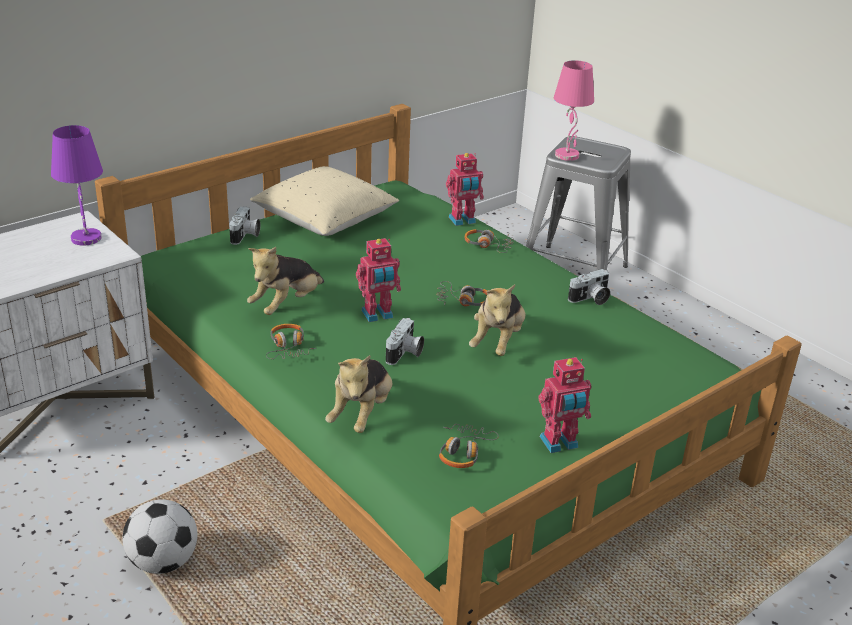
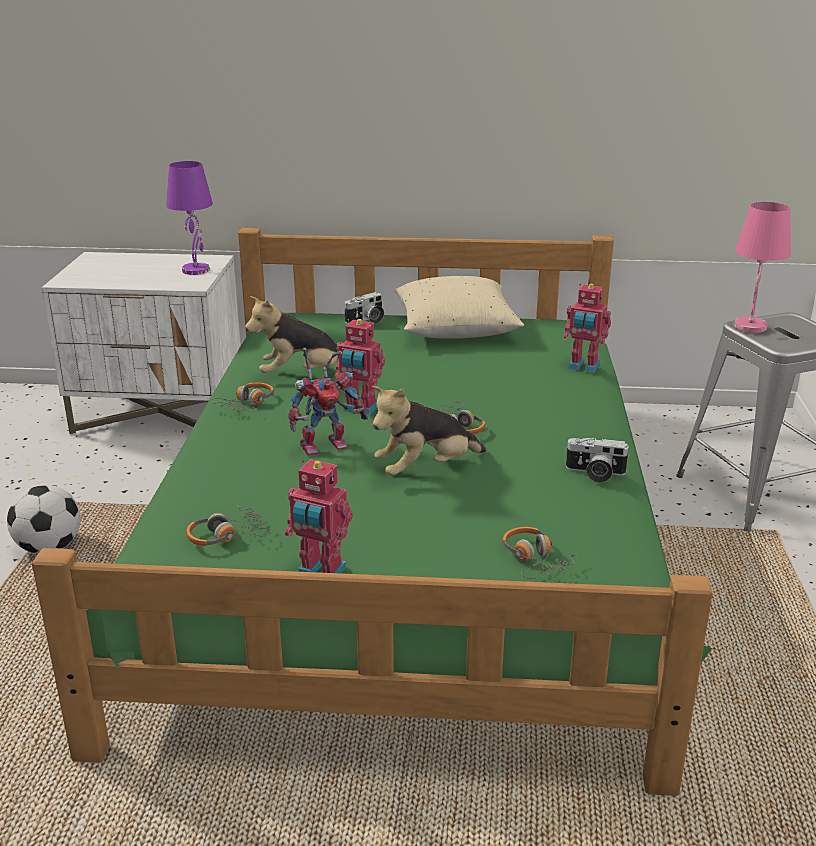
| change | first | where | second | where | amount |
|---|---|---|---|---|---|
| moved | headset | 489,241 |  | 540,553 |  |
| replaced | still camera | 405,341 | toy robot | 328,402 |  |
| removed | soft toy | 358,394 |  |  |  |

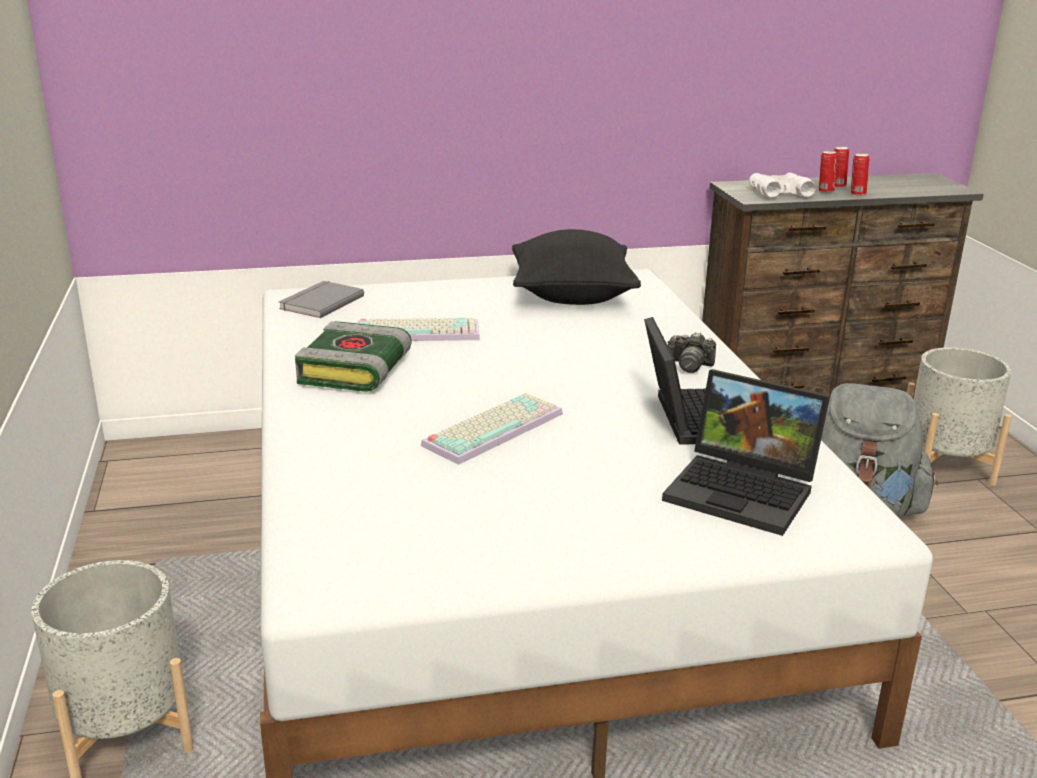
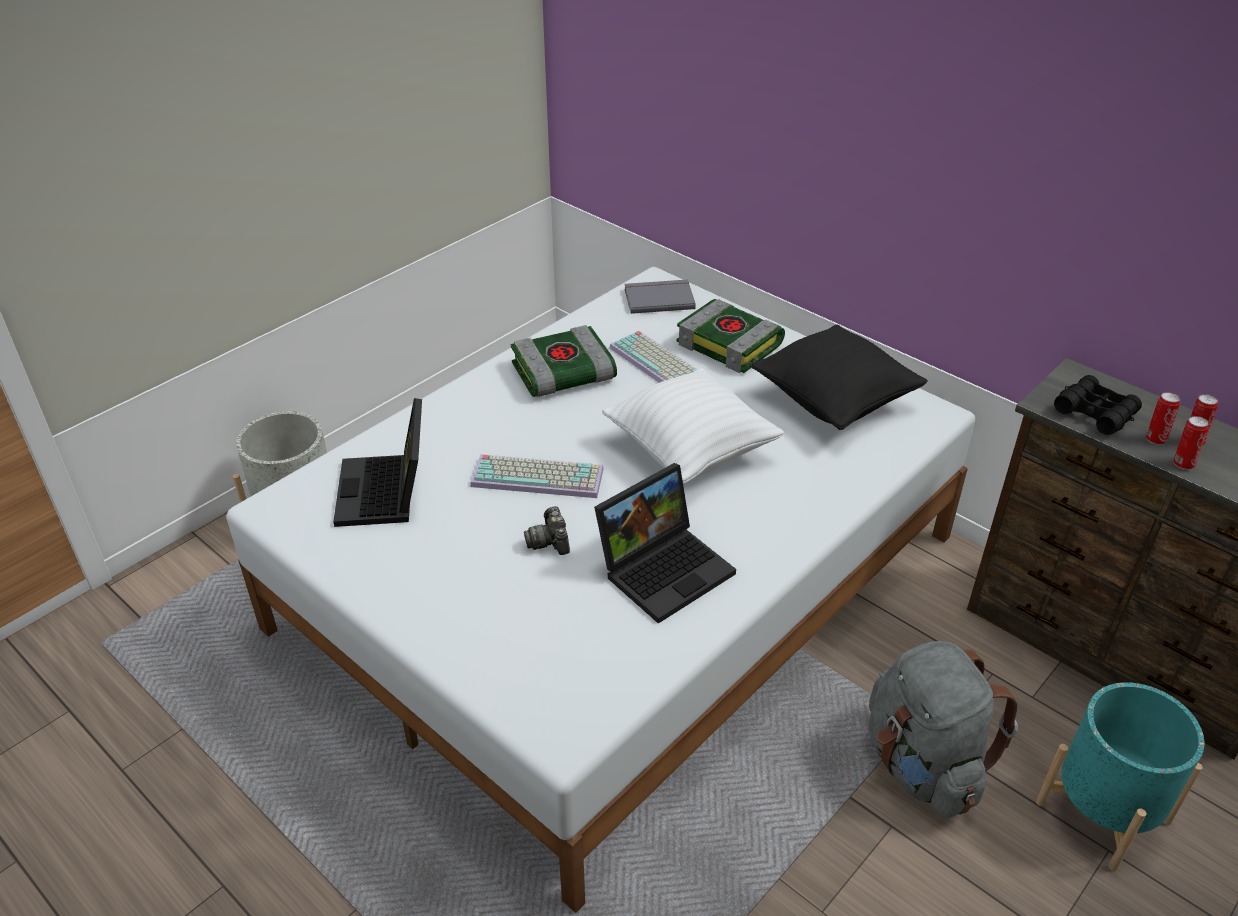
| change | first | where | second | where | amount |
|---|---|---|---|---|---|
| recoloured | field glasses/white-coloured | 782,185 | field glasses/blackish | 1098,405 |  |
| moved | still camera | 691,352 |  | 547,530 |  |
| recoloured | flower pot/grey | 959,416 | flower pot/turquoise | 1120,776 |  |
| moved | laptop | 746,452 |  | 377,462 |  |
| added |  |  | volume | 731,336 |  |
| added |  |  | throw pillow/white-coloured | 693,426 |  |

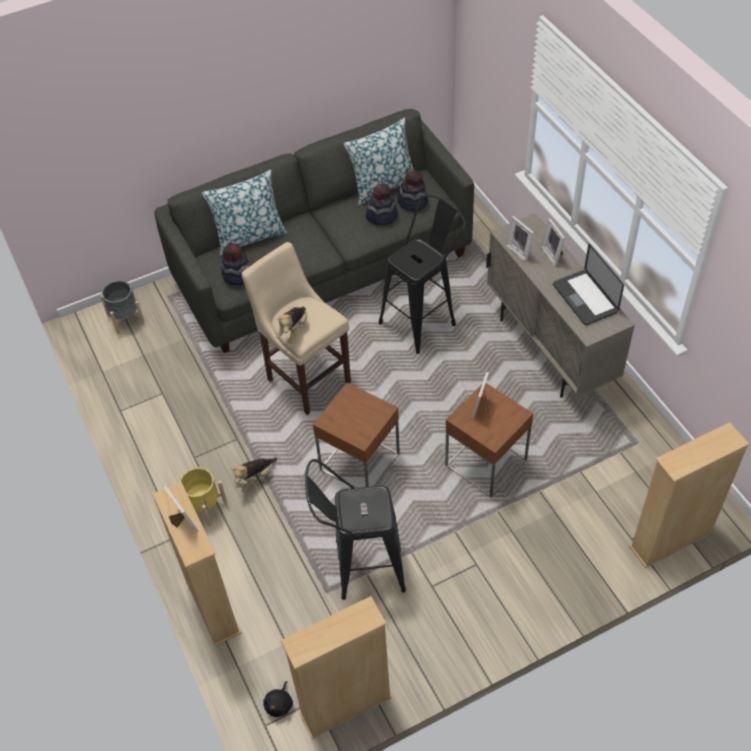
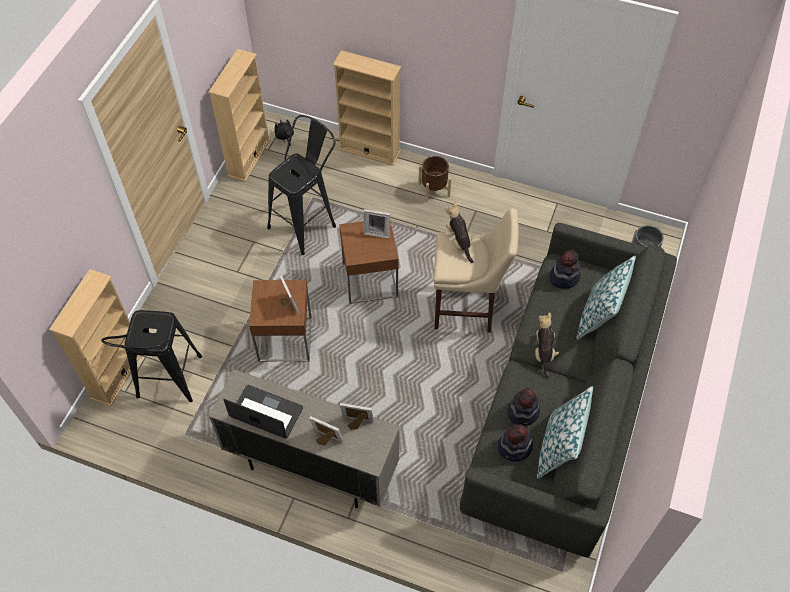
| change | first | where | second | where | amount |
|---|---|---|---|---|---|
| moved | sitting stool/blackish | 422,274 |  | 151,356 |  |
| moved | soft toy | 254,474 |  | 547,345 |  |
| recoloured | flower pot/yellow | 203,497 | flower pot/brown-coloured | 435,179 |  |
| moved | photo frame | 180,509 |  | 377,223 |  |

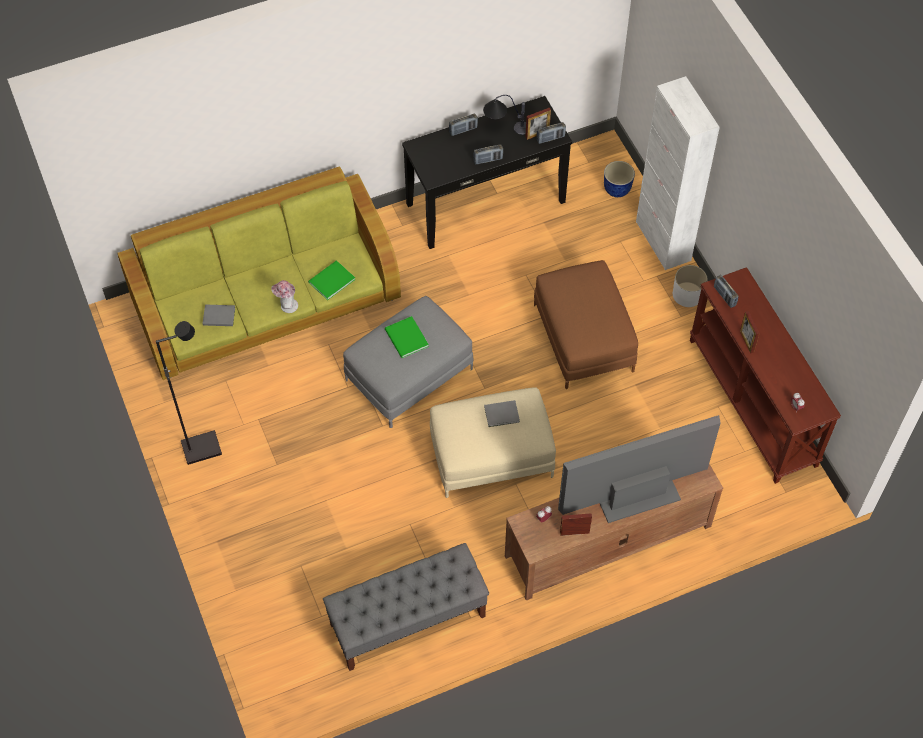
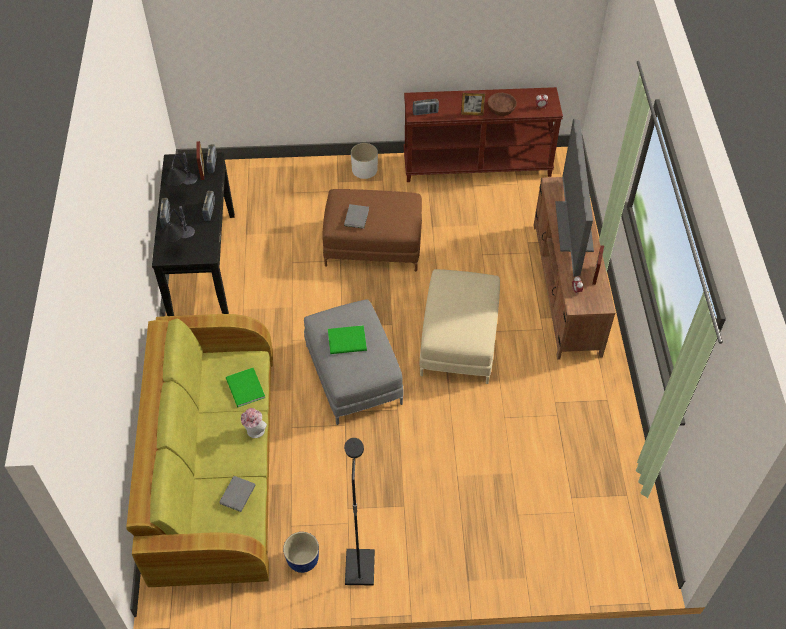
| change | first | where | second | where | amount |
|---|---|---|---|---|---|
| removed | storage cabinet/white-coloured | 678,173 |  |  |  |
| moved | flower pot | 619,179 |  | 301,552 |  |
| moved | volume/grey | 502,413 |  | 356,216 |  |
| removed | indoor bench/grey | 406,607 |  |  |  |
| added |  |  | deep dish/brown-coloured | 502,104 |  |
| added |  |  | lamp for a table | 177,224 |  |

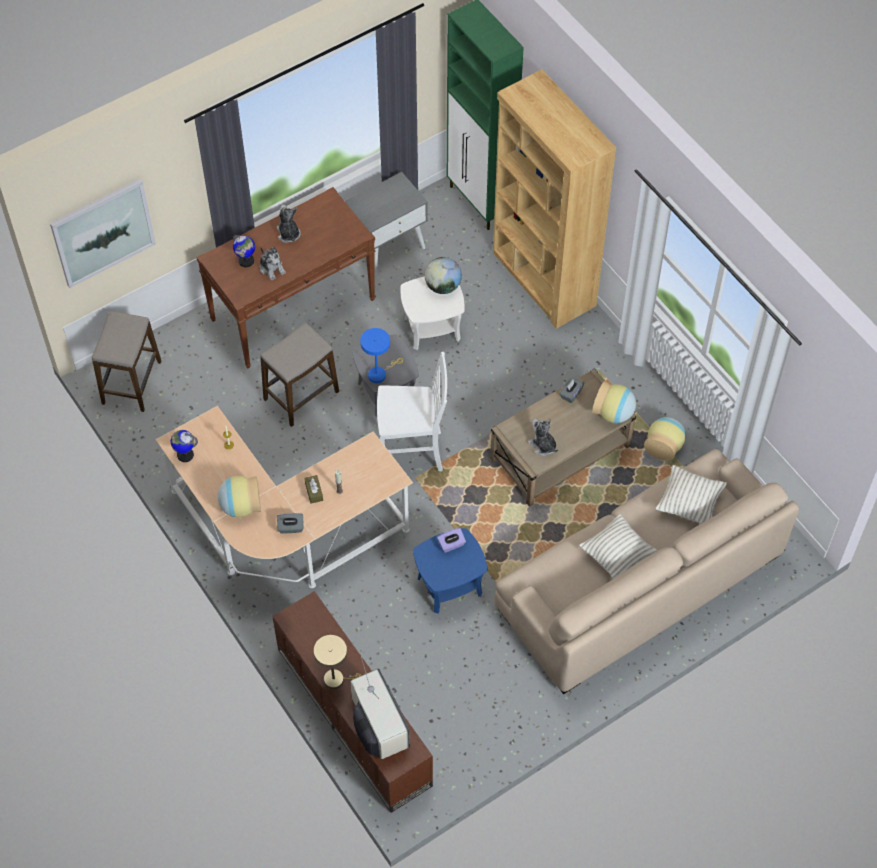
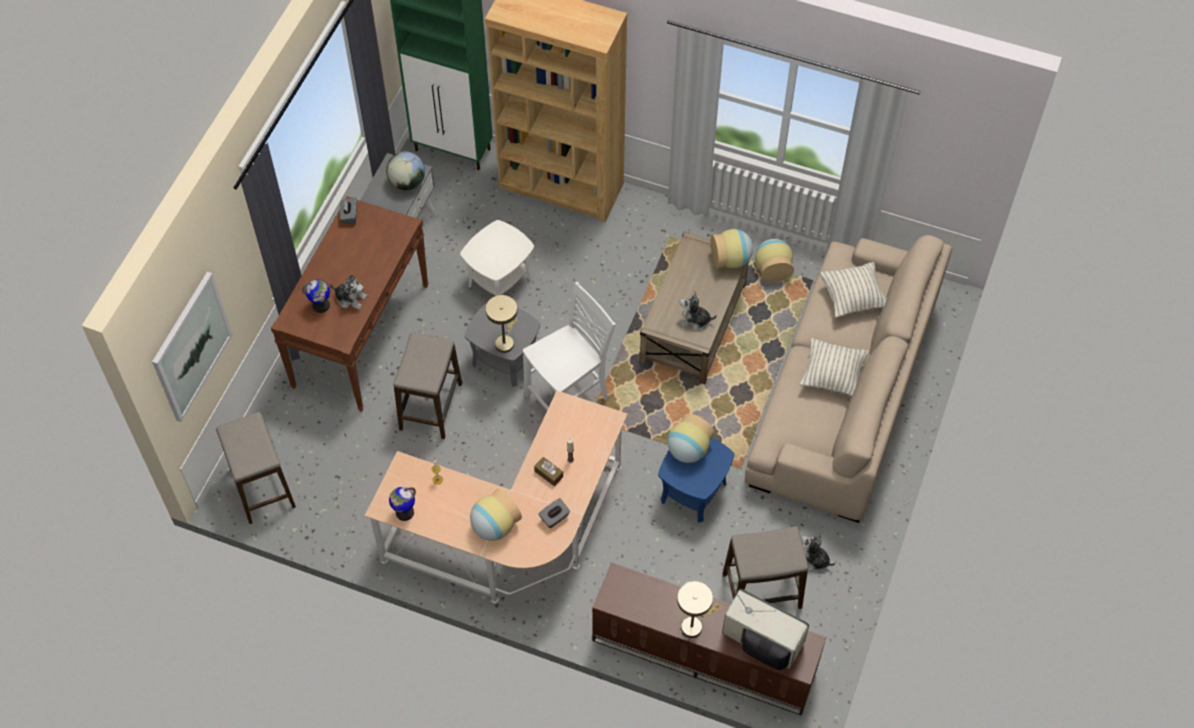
| change | first | where | second | where | amount |
|---|---|---|---|---|---|
| moved | soft toy | 289,224 |  | 818,552 |  |
| moved | world globe | 443,275 |  | 405,170 |  |
| recoloured | lamp for a table/blue | 381,355 | lamp for a table/beige-coloured | 501,324 |  |
| moved | box of tissues/grey | 572,390 |  | 348,211 |  |
| replaced | box of tissues/purplish | 451,540 | flower vase | 691,438 |  |
| added |  |  | sitting stool | 765,567 |  |

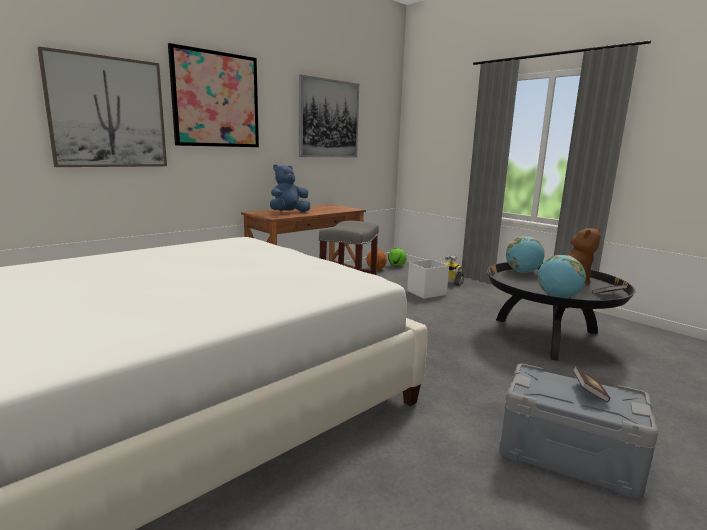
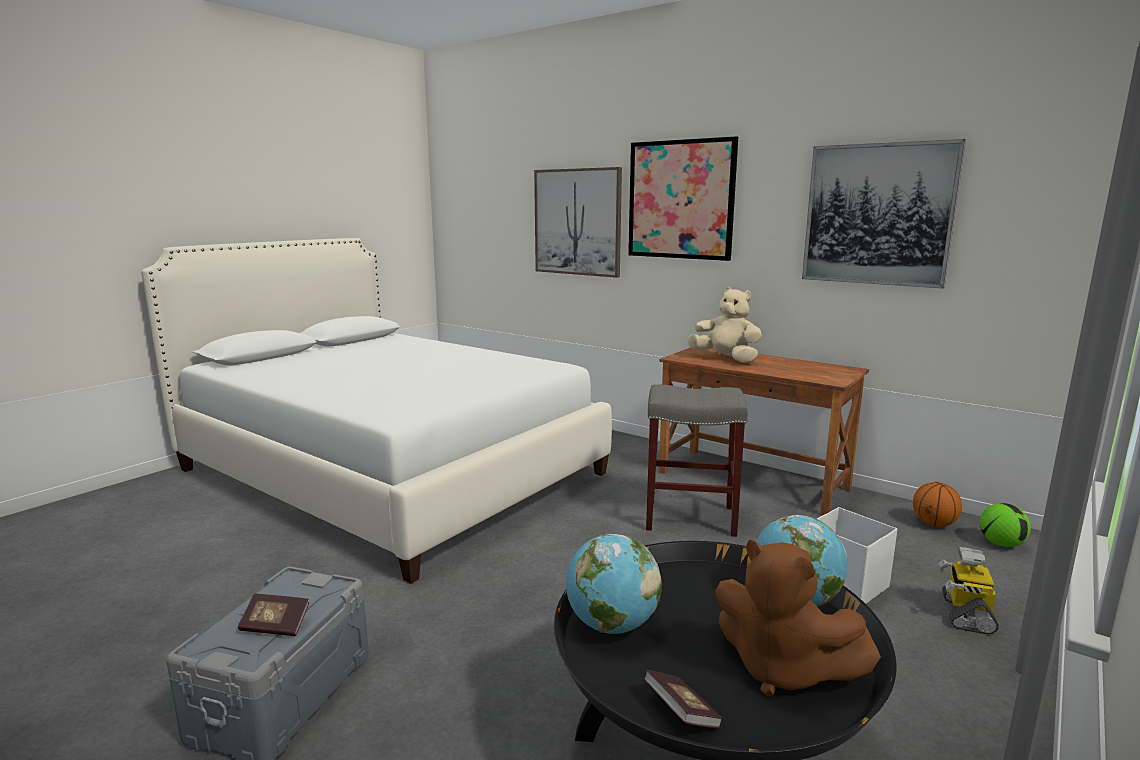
| change | first | where | second | where | amount |
|---|---|---|---|---|---|
| recoloured | soft toy/blue | 290,188 | soft toy/beige-coloured | 724,325 |  |

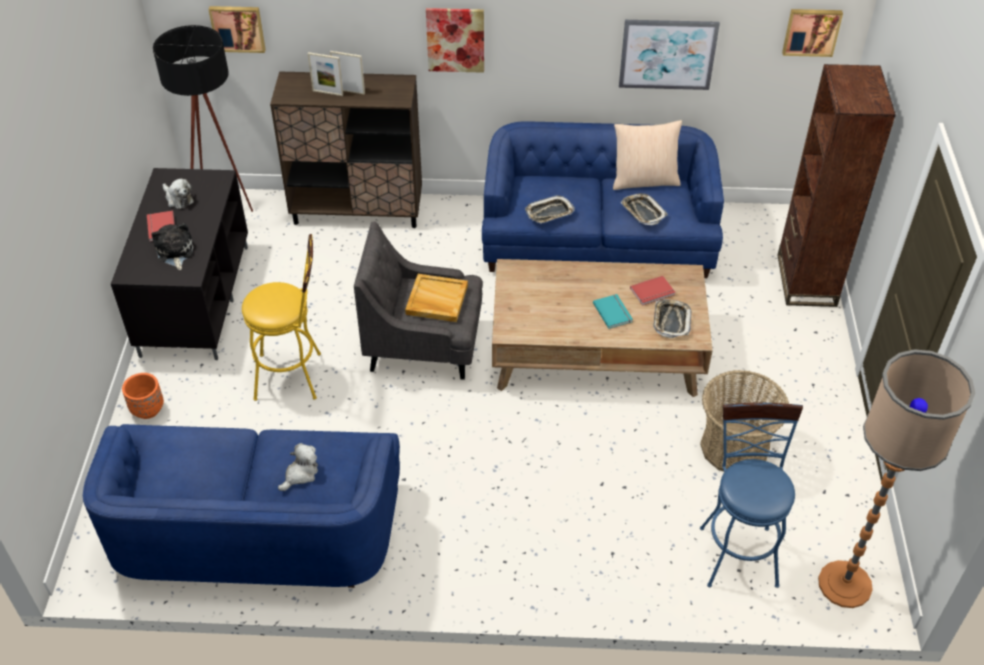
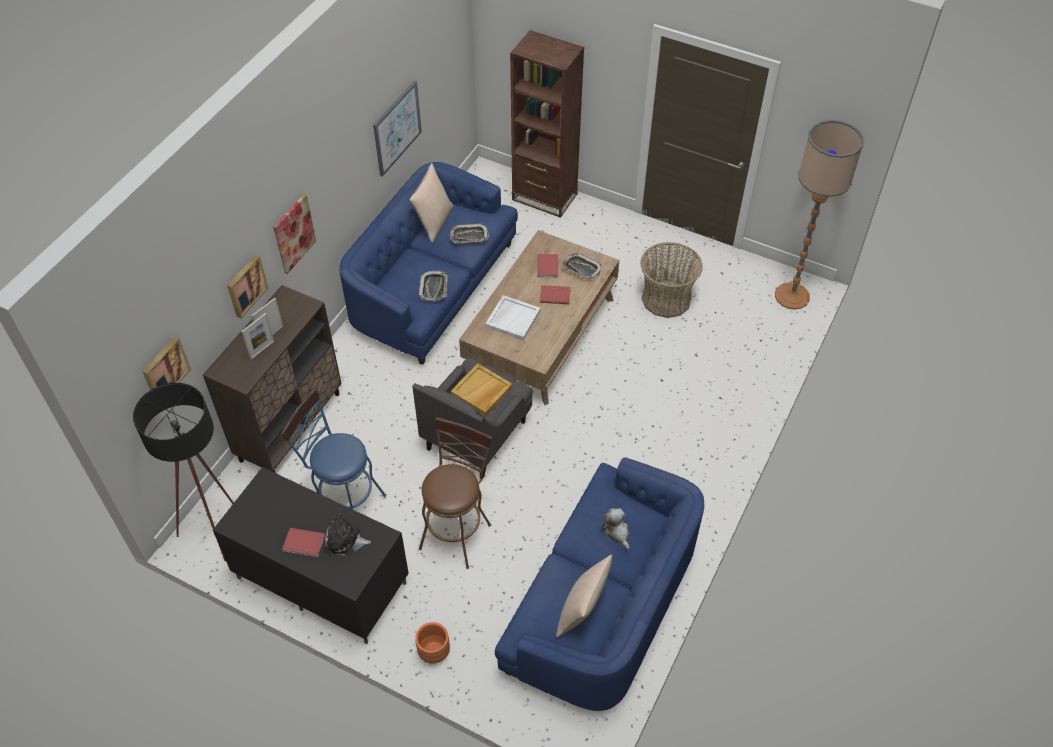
| change | first | where | second | where | amount |
|---|---|---|---|---|---|
| moved | picture | 812,33 |  | 247,287 |  |
| removed | soft toy | 178,194 |  |  |  |
| recoloured | sitting stool/yellow | 281,317 | sitting stool/brown-coloured | 455,493 |  |
| recoloured | volume/turquoise | 613,311 | volume/red-coloured | 555,294 |  |
| moved | sitting stool/blue | 751,495 |  | 333,449 |  |
| added |  |  | carrying tray/white-coloured | 513,318 |  |
| added |  |  | throw pillow/beige-coloured | 584,596 |  |

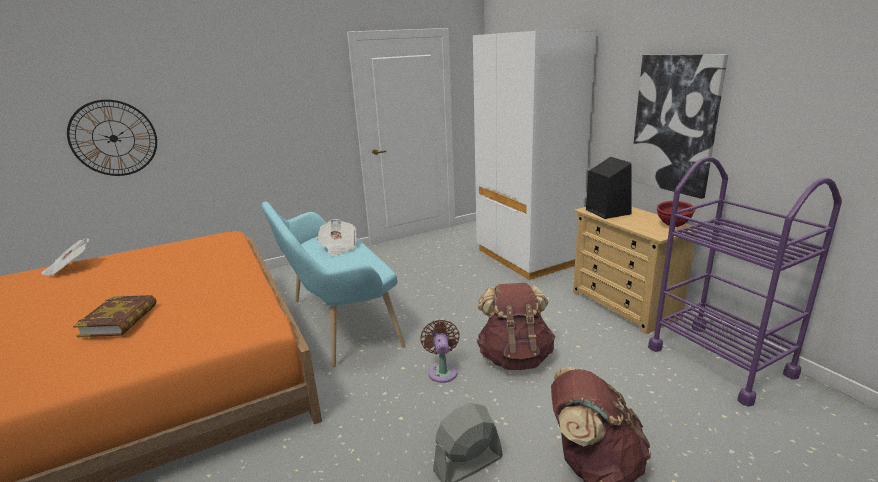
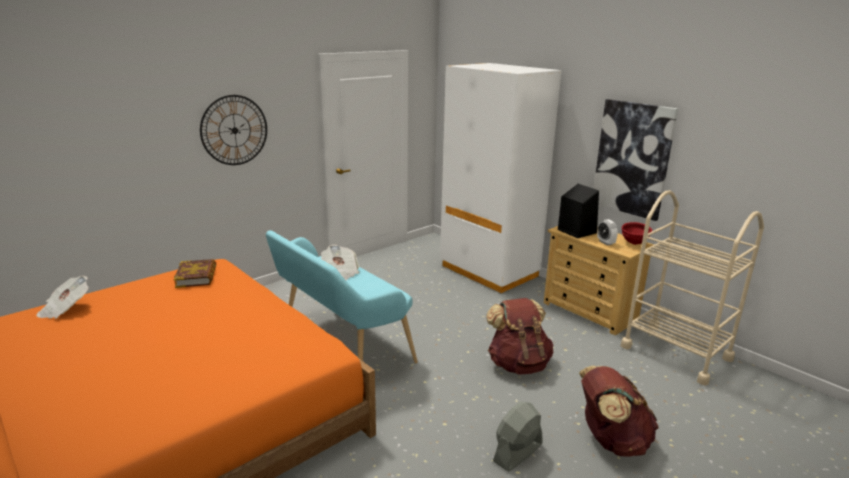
| change | first | where | second | where | amount |
|---|---|---|---|---|---|
| moved | hanging clock | 112,138 |  | 233,130 |  |
| recoloured | wheeled cart/purplish | 745,282 | wheeled cart/beige-coloured | 692,288 |  |
| moved | volume | 114,316 |  | 195,273 |  |
| removed | fan/brown-coloured | 440,351 |  |  |  |
| added |  |  | table clock | 607,232 |  |

